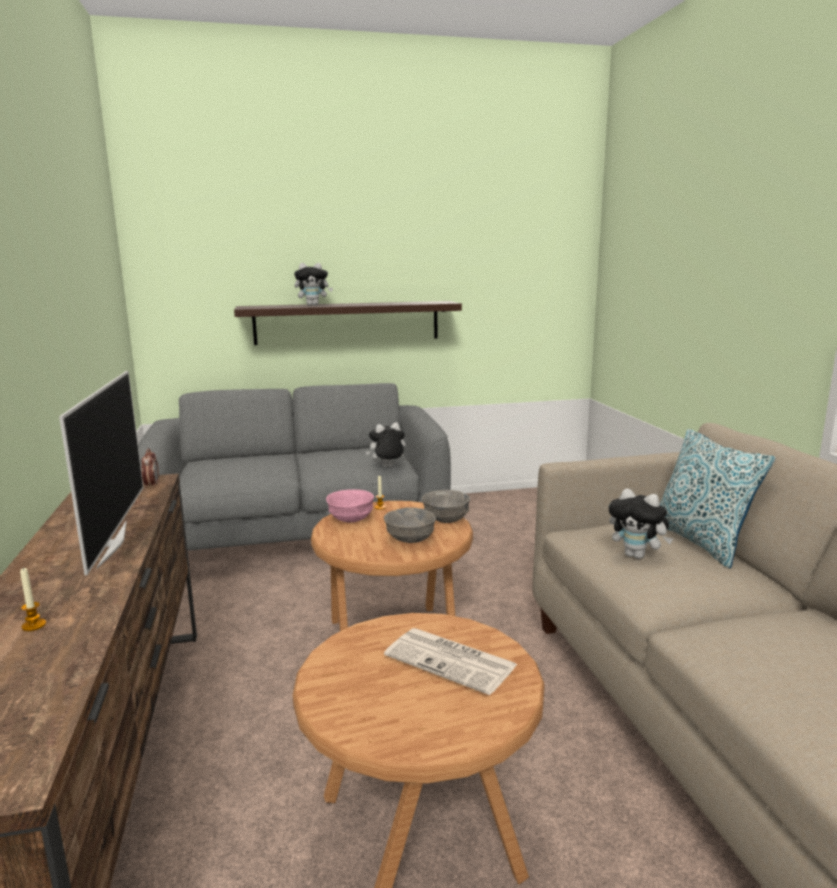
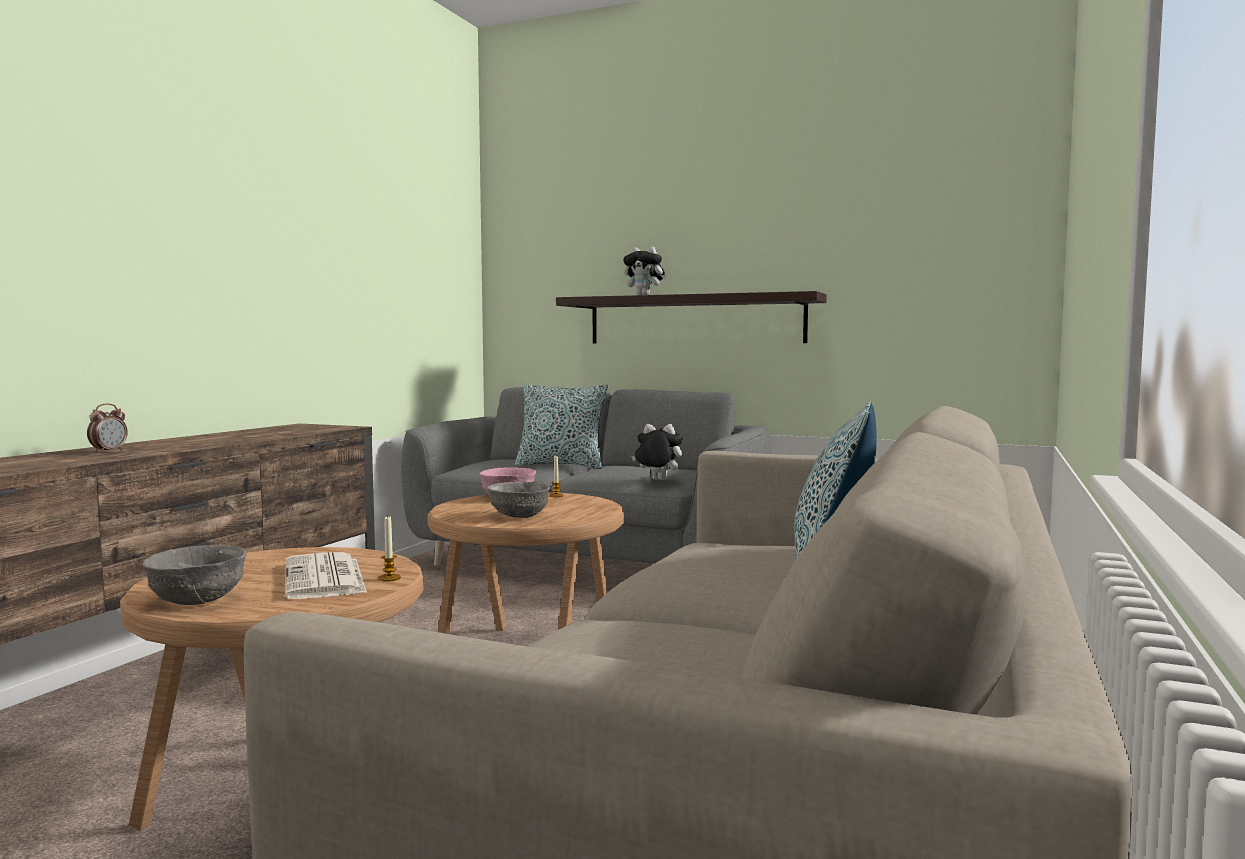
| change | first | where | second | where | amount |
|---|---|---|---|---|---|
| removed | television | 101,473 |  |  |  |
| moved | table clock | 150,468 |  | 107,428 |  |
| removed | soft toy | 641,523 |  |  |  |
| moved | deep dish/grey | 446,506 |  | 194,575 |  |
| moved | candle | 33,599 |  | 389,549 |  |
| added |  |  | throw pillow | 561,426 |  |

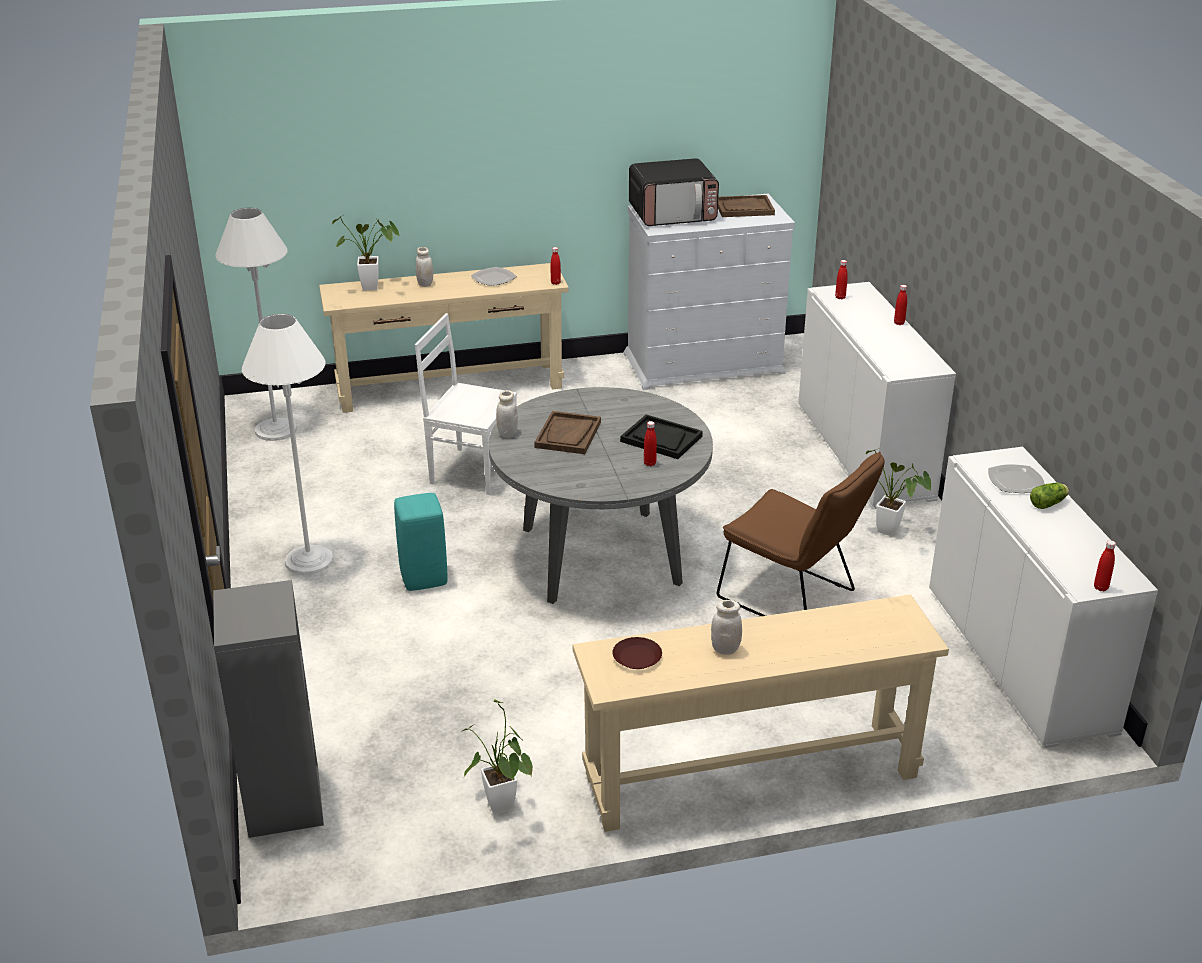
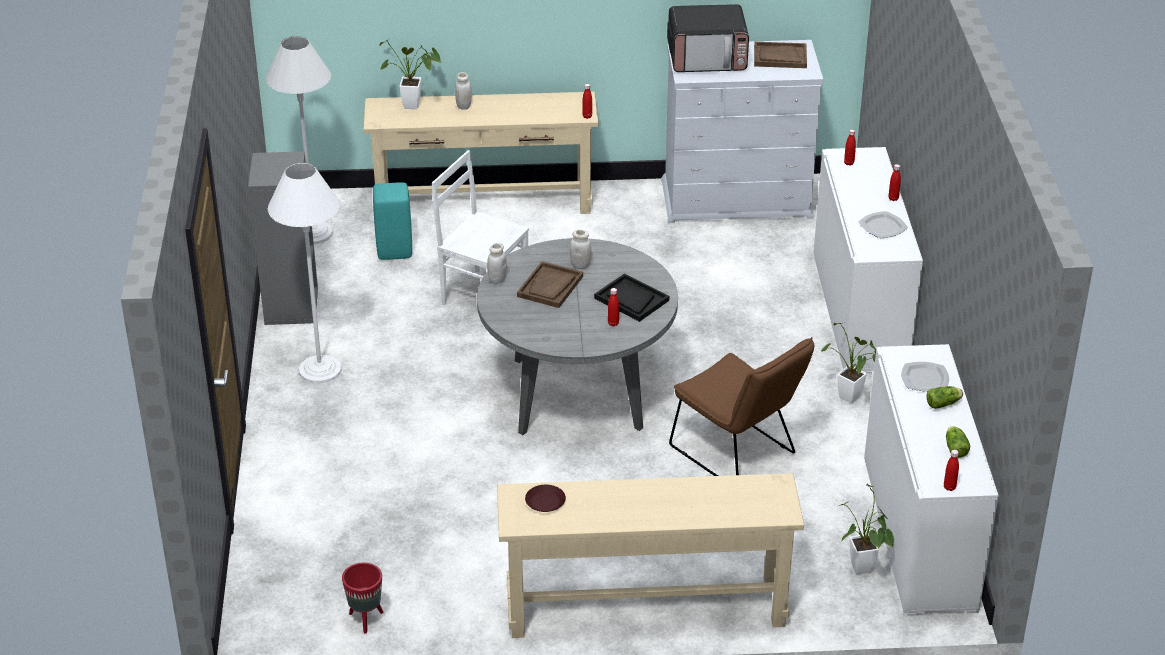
| change | first | where | second | where | amount |
|---|---|---|---|---|---|
| moved | plate | 494,276 |  | 883,225 |  |
| moved | sitting stool/turquoise | 421,542 |  | 392,221 |  |
| moved | shelving unit/grey | 268,709 |  | 283,238 |  |
| moved | preserve jar/white-coloured | 726,627 |  | 580,249 |  |
| moved | houseplant | 497,756 |  | 866,528 |  |
| added |  |  | lettuce head | 958,442 |  |
| added |  |  | flower pot/red-coloured | 362,598 |  |

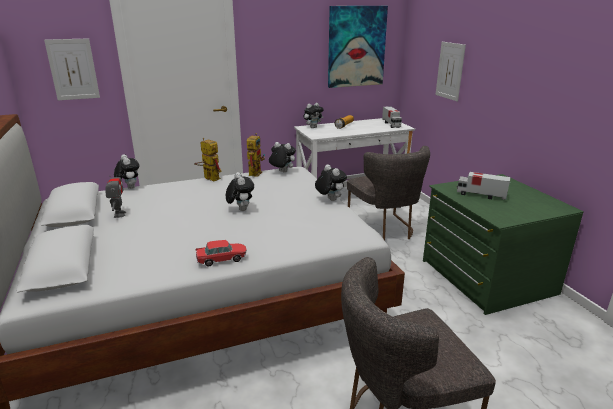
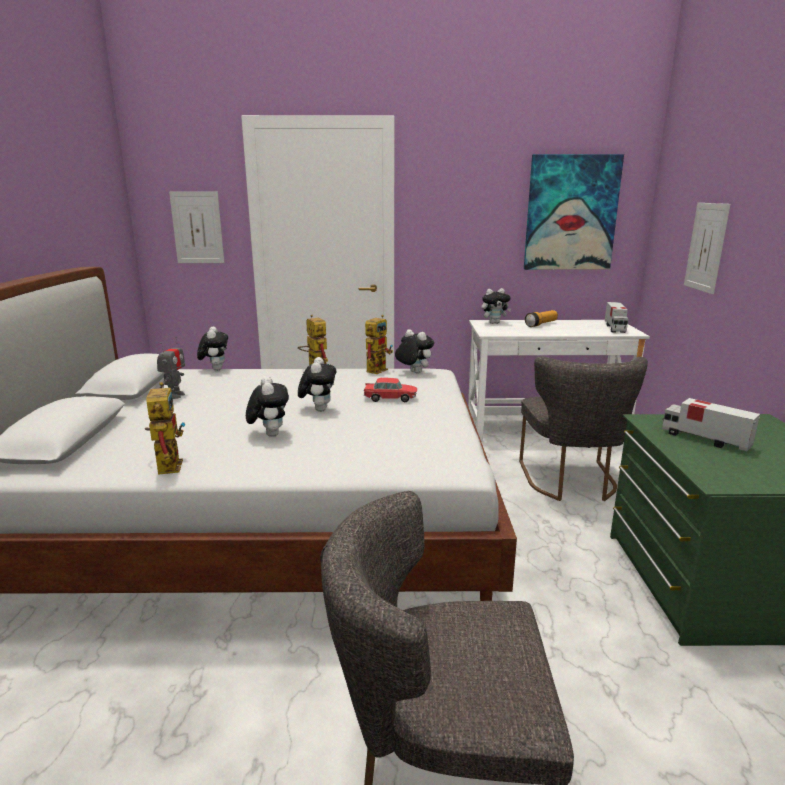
| change | first | where | second | where | amount |
|---|---|---|---|---|---|
| moved | soft toy | 331,182 |  | 267,406 |  |
| moved | model car | 221,253 |  | 390,390 |  |
| added |  |  | toy robot | 165,428 |  |

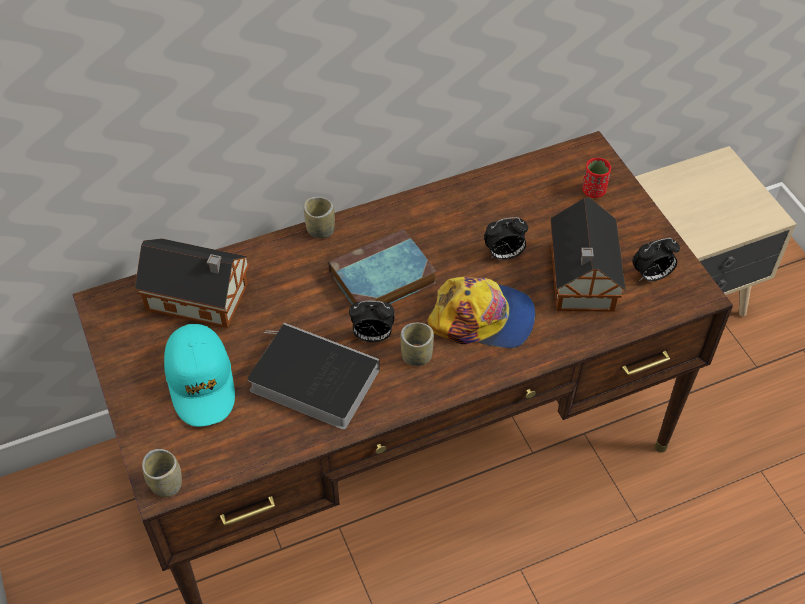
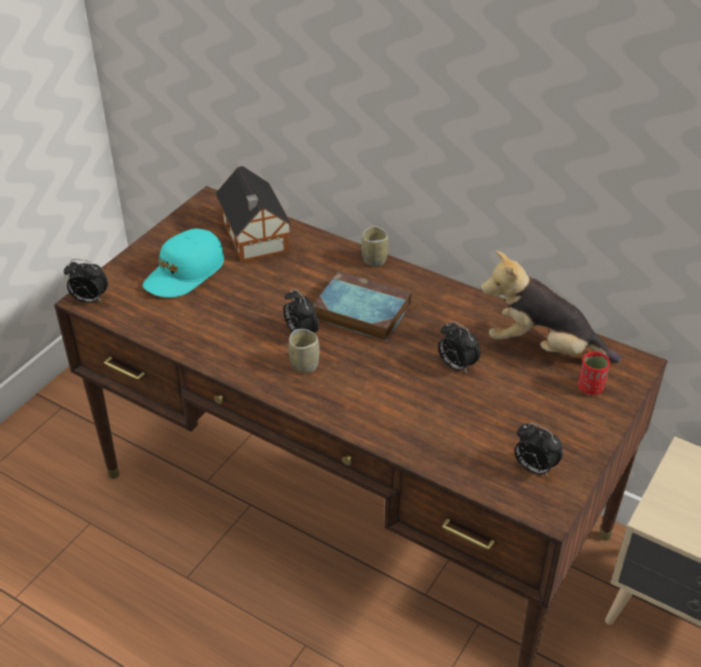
| change | first | where | second | where | amount |
|---|---|---|---|---|---|
| removed | miniature house | 588,255 |  |  |  |
| removed | peaked cap | 481,312 |  |  |  |
| removed | volume | 313,376 |  |  |  |
| replaced | drinking cup | 162,473 | table clock | 86,281 |  |
| added |  |  | soft toy | 550,306 |  |

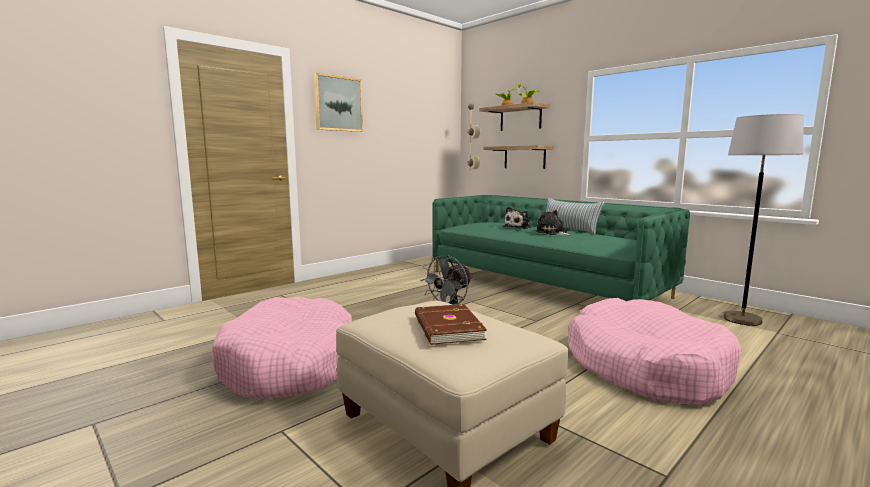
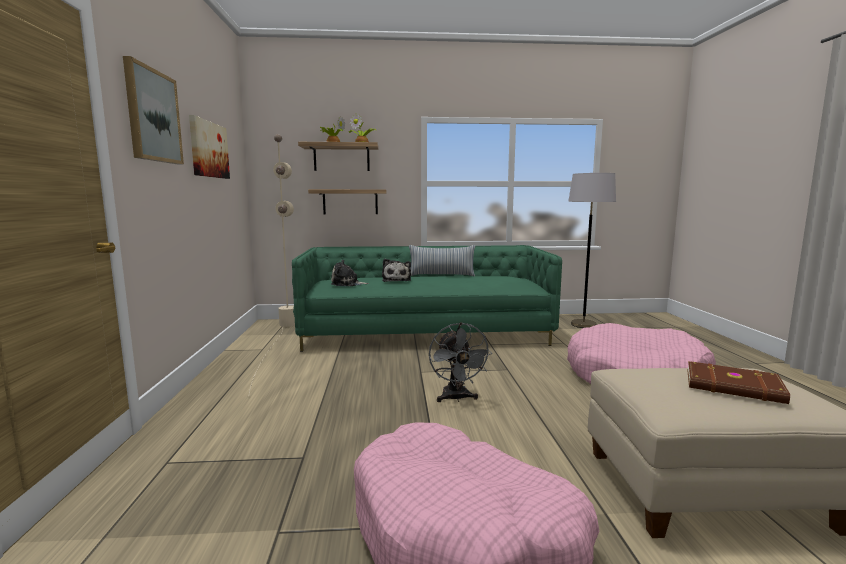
| change | first | where | second | where | amount |
|---|---|---|---|---|---|
| moved | soft toy | 553,222 |  | 350,273 |  |
| added |  |  | picture | 209,147 |  |

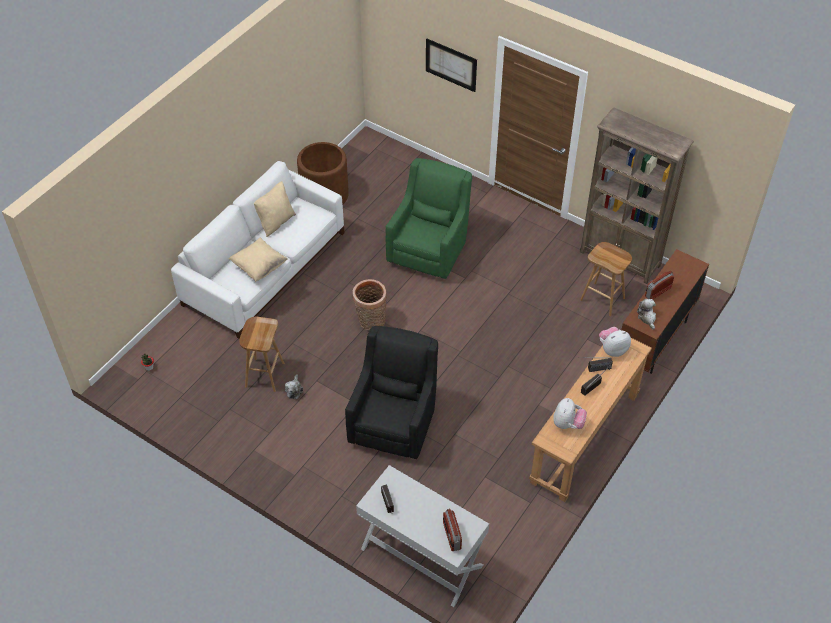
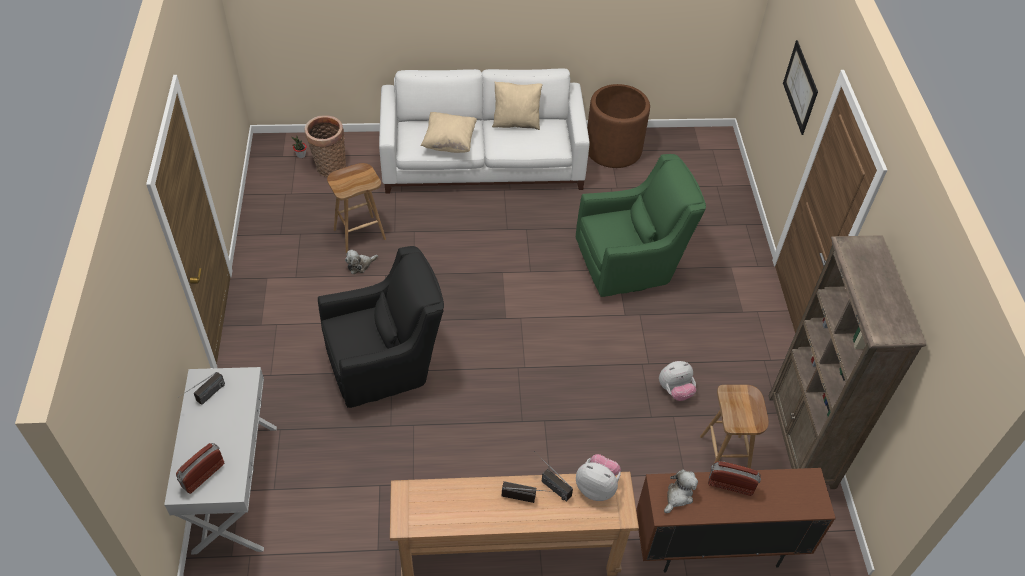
| change | first | where | second | where | amount |
|---|---|---|---|---|---|
| moved | household basket | 369,304 |  | 325,146 |  |
| moved | soft toy | 570,413 |  | 677,381 |  |

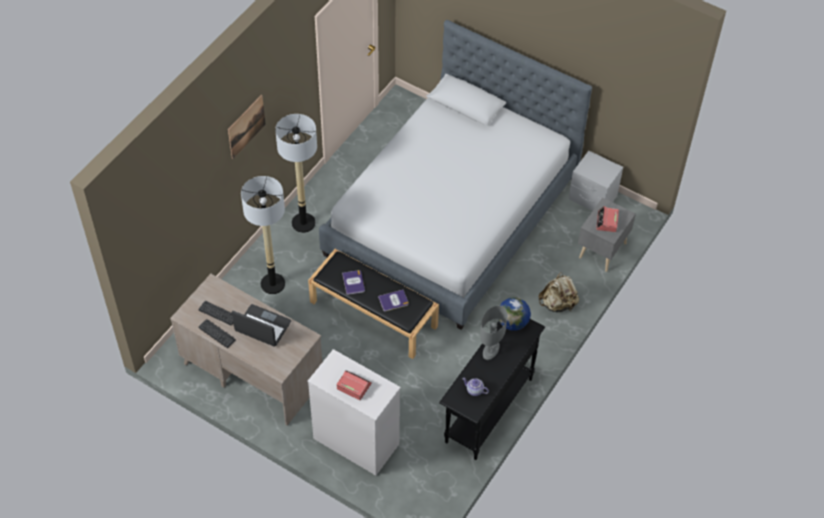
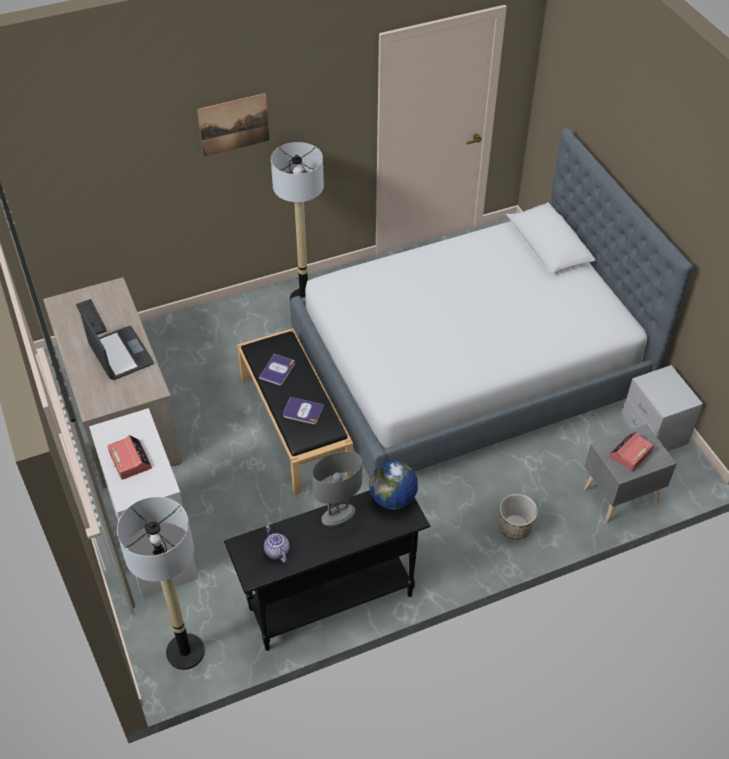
| change | first | where | second | where | amount |
|---|---|---|---|---|---|
| moved | standing lamp | 263,235 |  | 161,583 |  |
| replaced | knapsack/beige-coloured | 559,292 | flower pot | 518,517 |  |
| removed | computer keyboard | 217,333 |  |  |  |

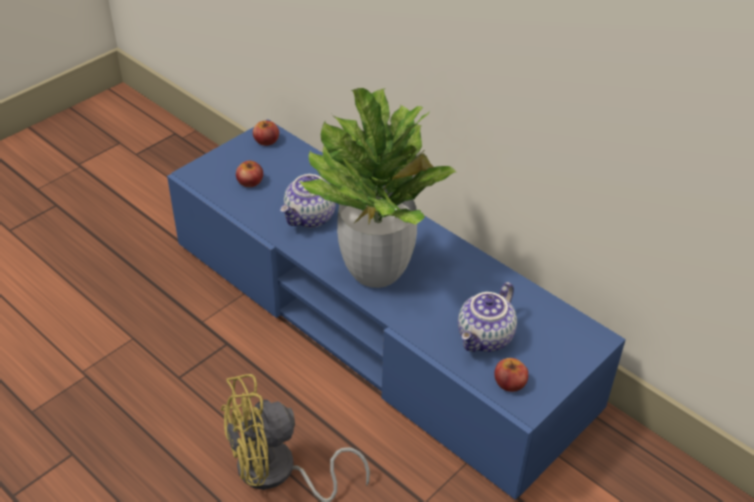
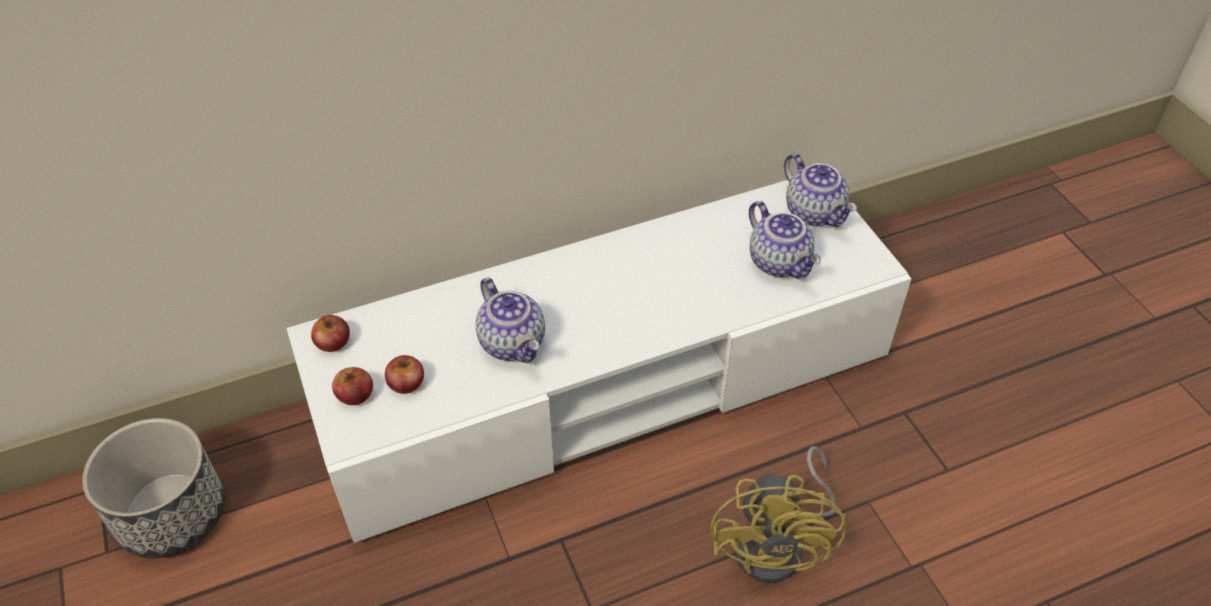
| change | first | where | second | where | amount |
|---|---|---|---|---|---|
| removed | houseplant | 378,188 |  |  |  |
| recoloured | media console/blue | 396,309 | media console/white-coloured | 599,361 |  |
| moved | whole apple | 511,375 |  | 352,386 |  |
| added |  |  | pot for tea | 820,190 |  |
| added |  |  | flower pot | 153,488 |  |

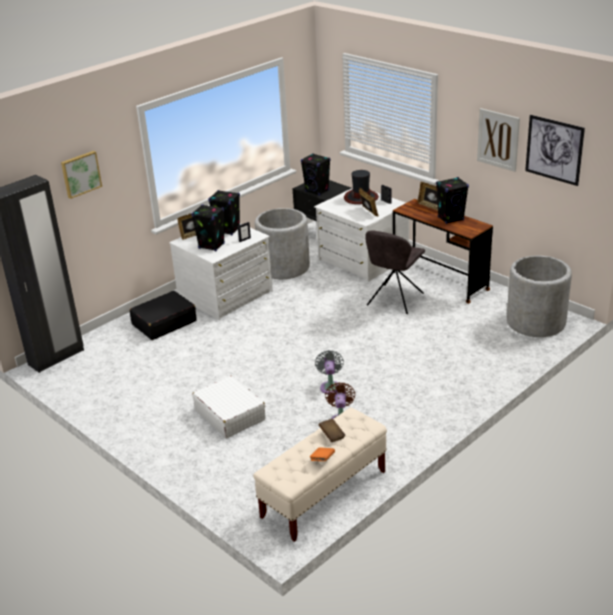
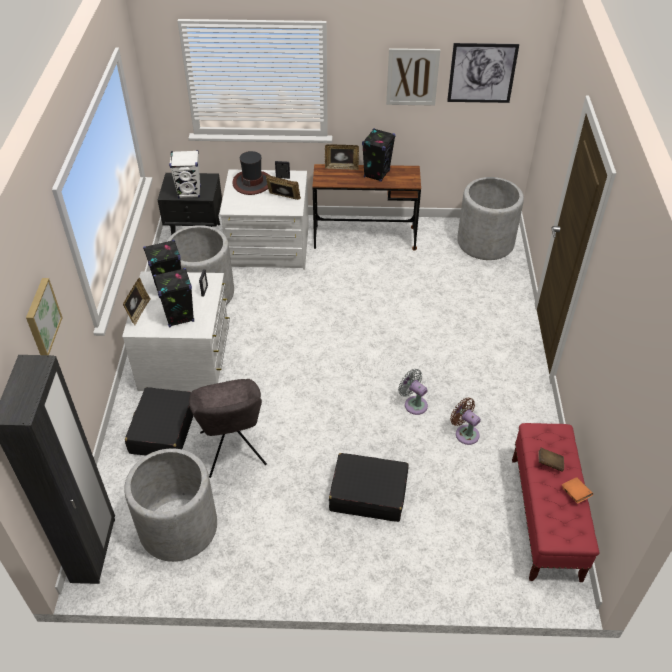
| change | first | where | second | where | amount |
|---|---|---|---|---|---|
| recoloured | speaker/blackish | 315,174 | speaker/white-coloured | 185,174 |  |
| moved | plain chair/grey | 395,272 |  | 228,428 |  |
| recoloured | suitcase/white-coloured | 229,407 | suitcase/blackish | 368,487 |  |
| recoloured | indoor bench/beige-coloured | 320,475 | indoor bench/red-coloured | 556,502 |  |
| added |  |  | flower pot/grey | 170,505 |  |

